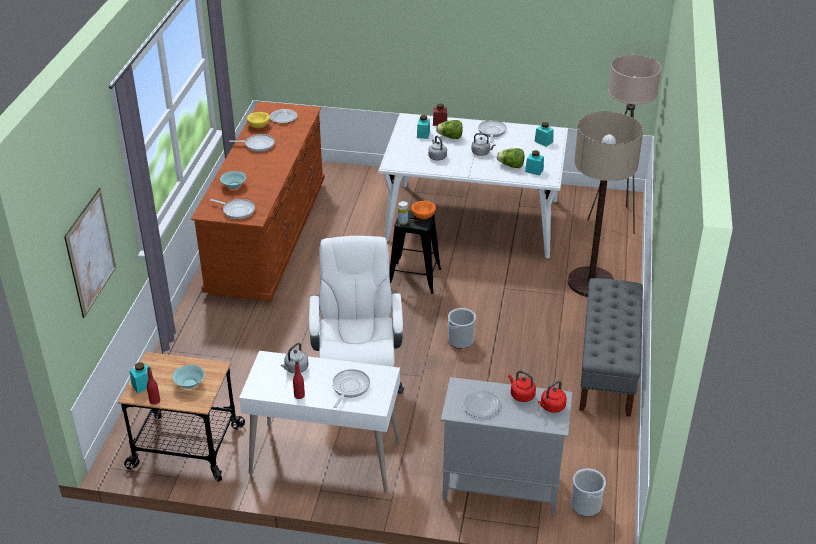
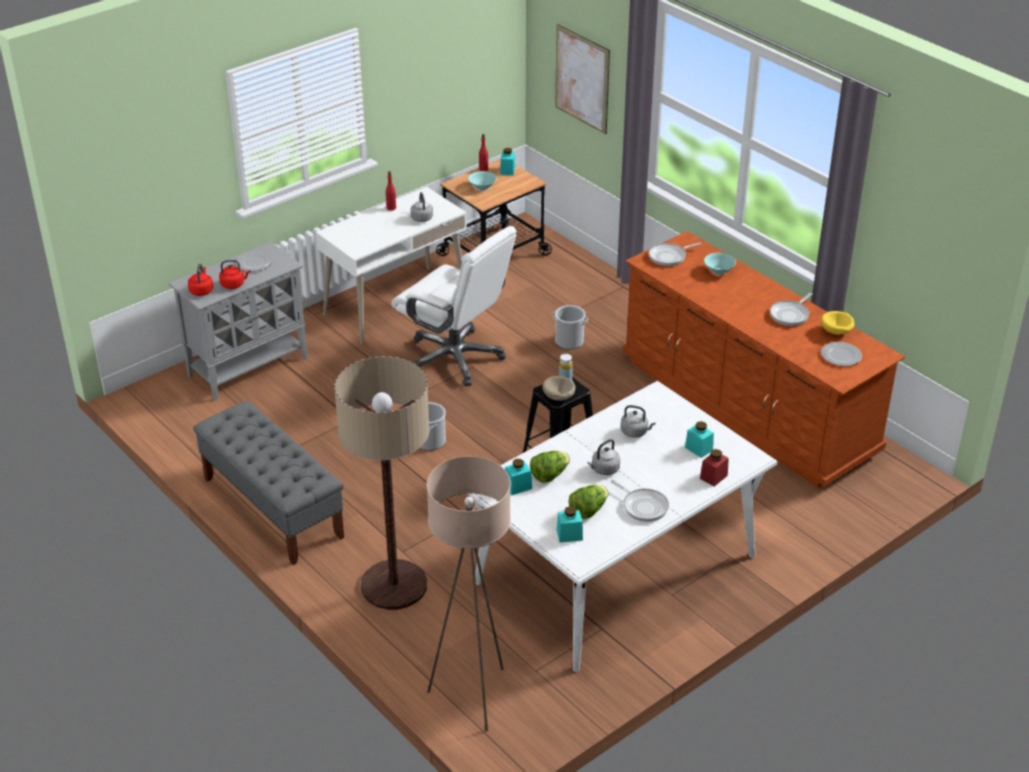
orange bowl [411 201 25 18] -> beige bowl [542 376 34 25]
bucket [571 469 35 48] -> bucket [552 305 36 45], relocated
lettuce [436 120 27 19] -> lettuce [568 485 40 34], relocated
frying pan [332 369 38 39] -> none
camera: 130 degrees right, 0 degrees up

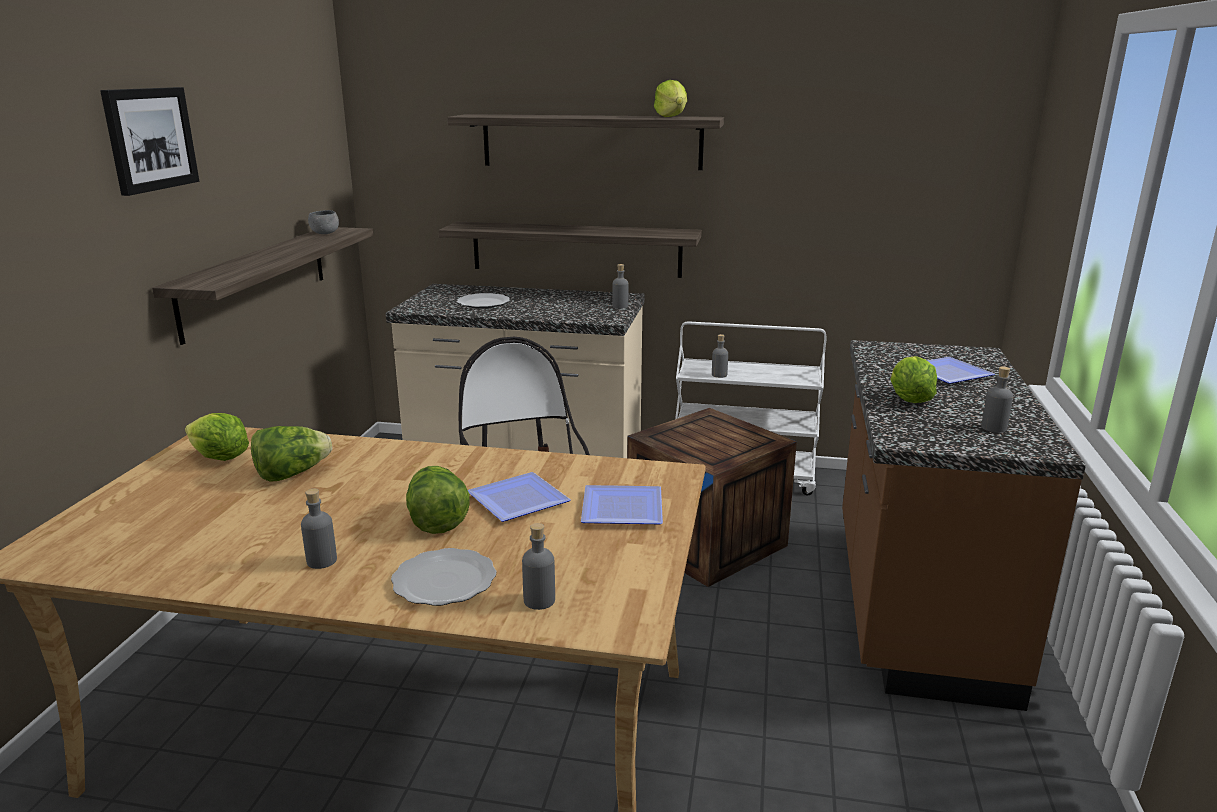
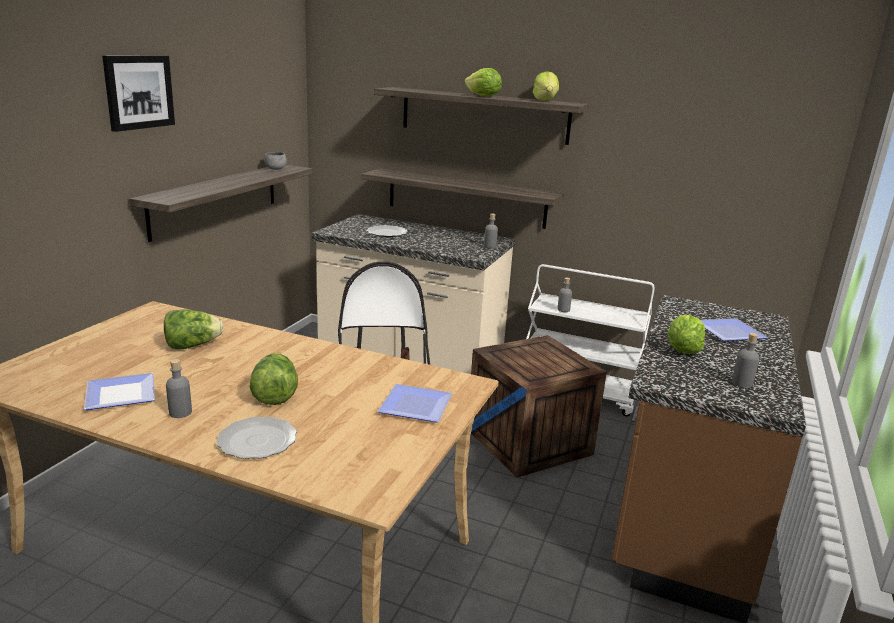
plate [468 472 103 50] -> plate [84 373 71 37], relocated
lettuce [185 413 64 48] -> lettuce [464 68 38 28], relocated
grey bottle [522 523 33 87] -> none
camera: 10 degrees right, 0 degrees up

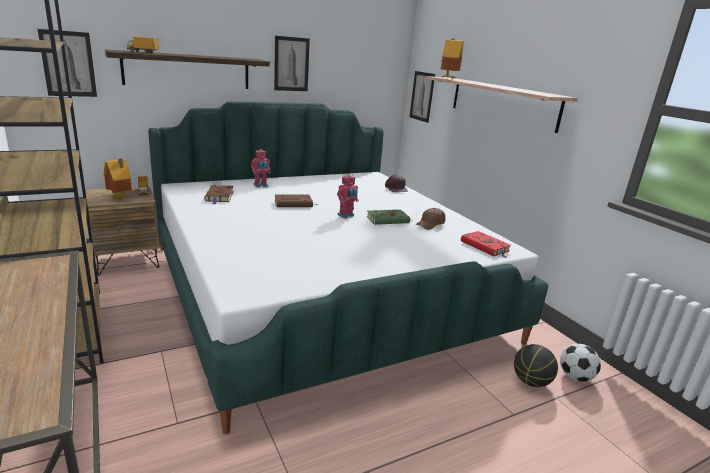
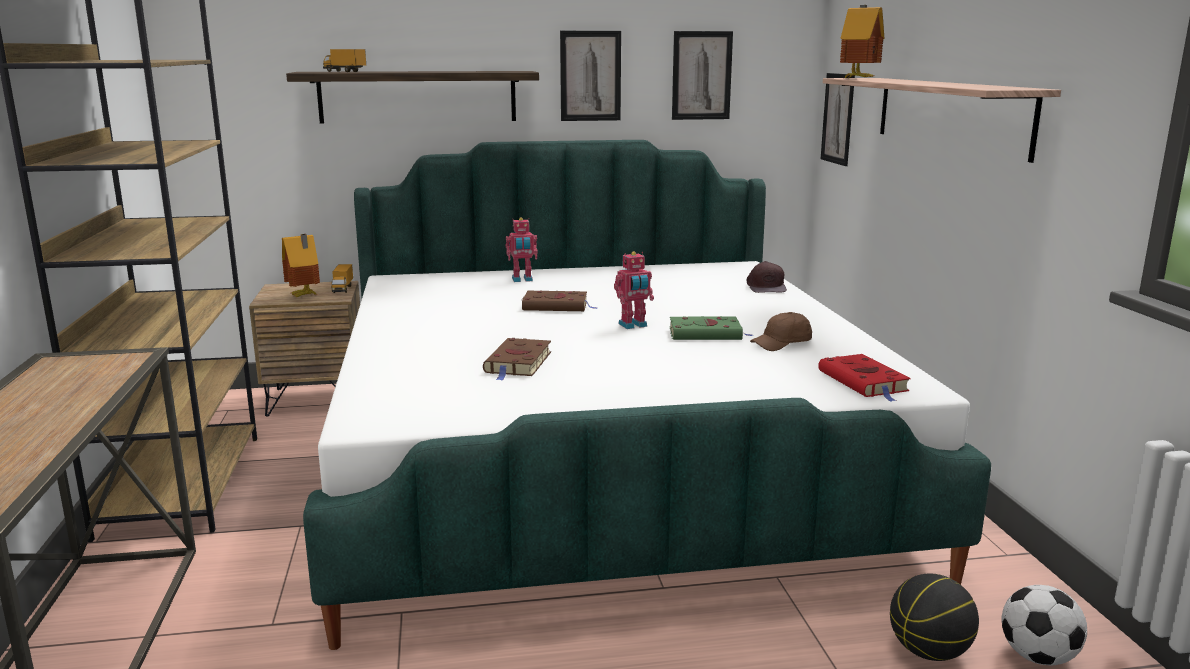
brown book [204 185 30 20] -> brown book [483 338 68 43], relocated
picture [38 29 59 68] -> picture [672 31 61 89], relocated
camera: 20 degrees right, 5 degrees down

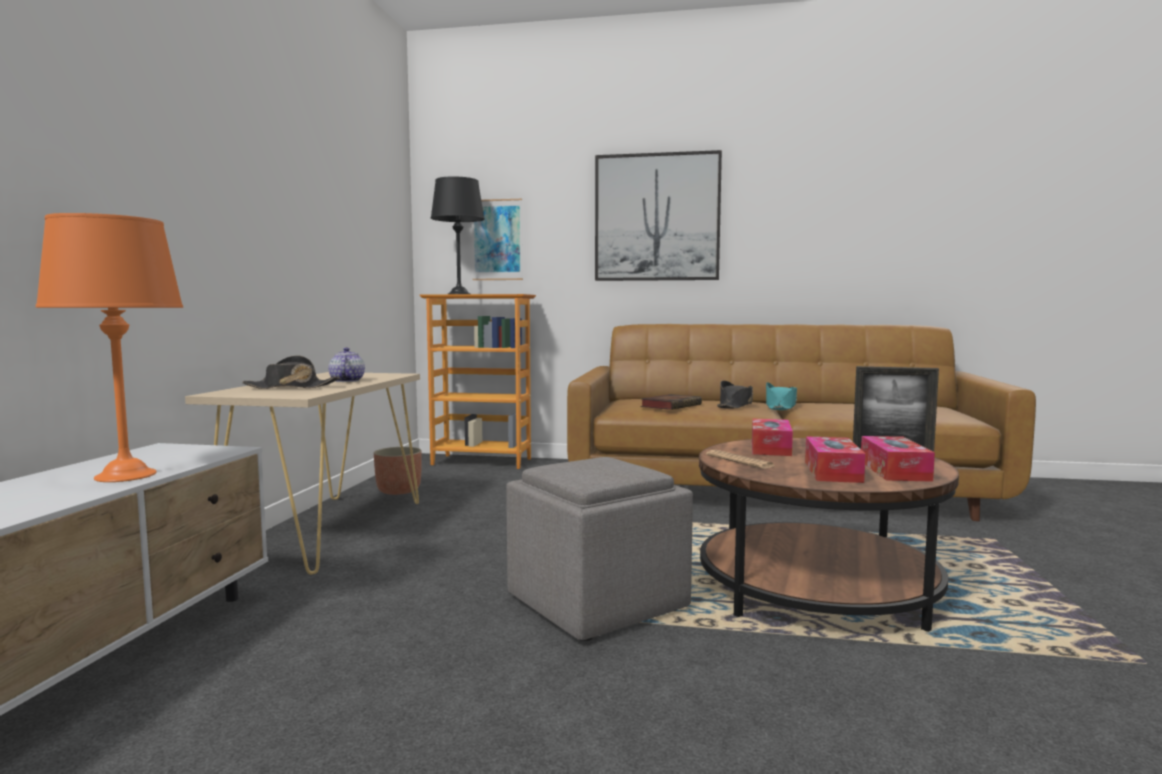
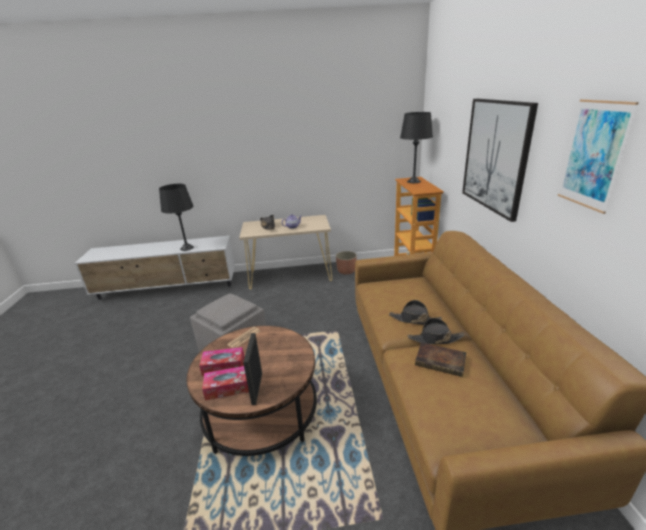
orange table lamp [36 213 147 269] -> black table lamp [159 184 35 67]
turquoise hat [766 382 31 28] -> black hat [408 318 57 26]
book [640 394 62 16] -> book [415 342 51 35], relocated
picture [472 199 51 81] -> picture [558 99 81 115], relocated
tissue box [752 418 41 38] -> none
camera: 75 degrees right, 20 degrees up

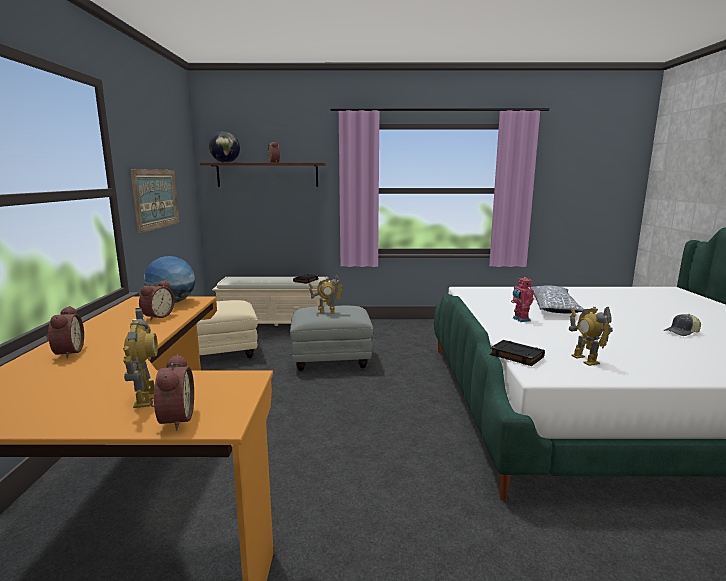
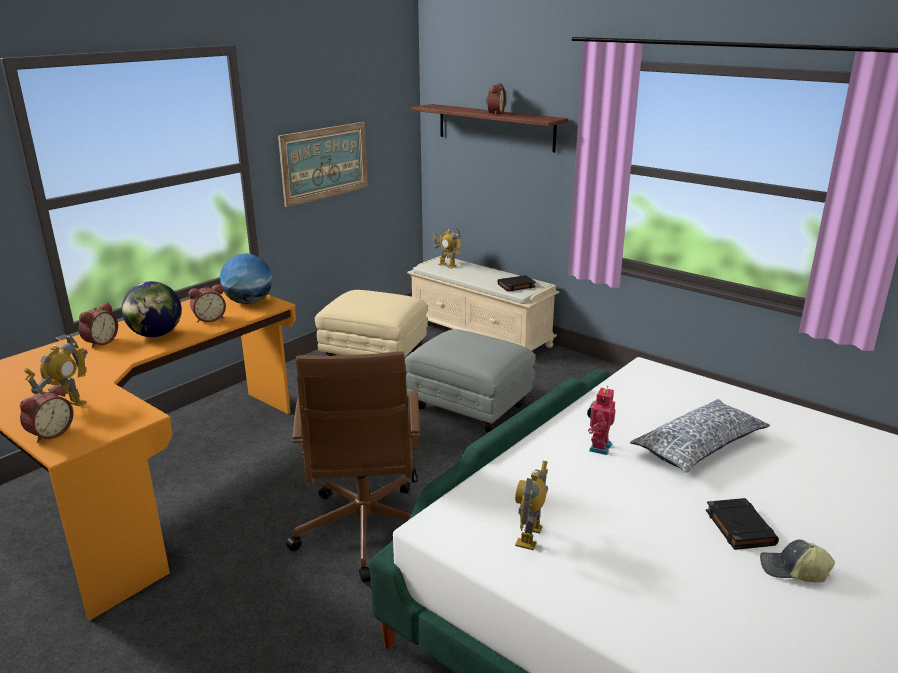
globe [209 132 31 31] -> globe [122 281 60 56], relocated
none -> brown office chair [286 351 134 232]
toy robot [308 275 36 39] -> toy robot [433 228 30 41], relocated
black book [490 340 55 26] -> black book [706 498 73 52], relocated
camera: 40 degrees right, 10 degrees up

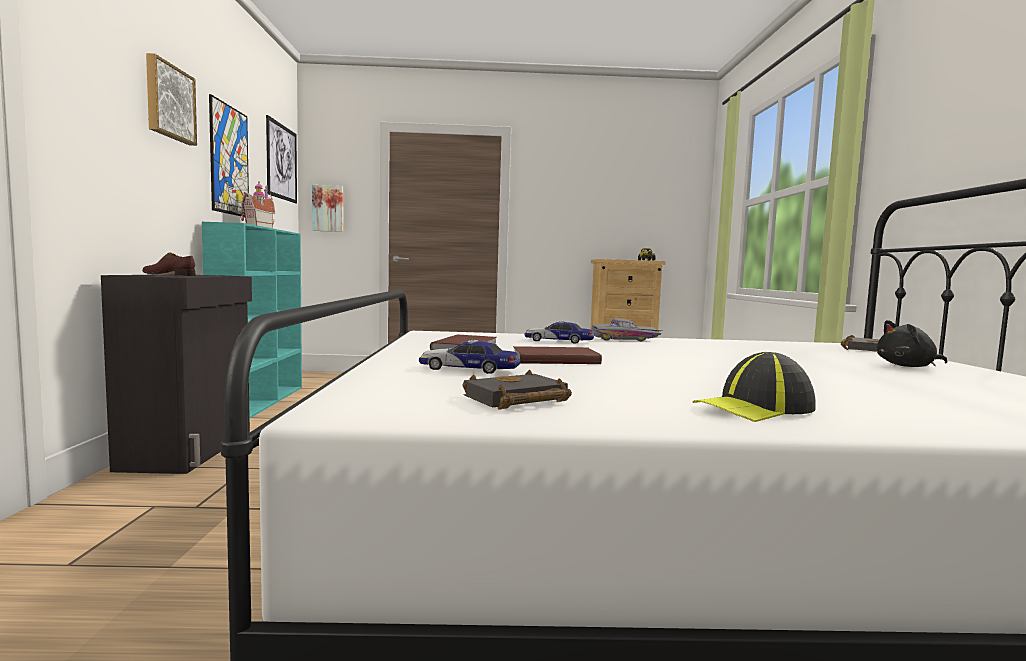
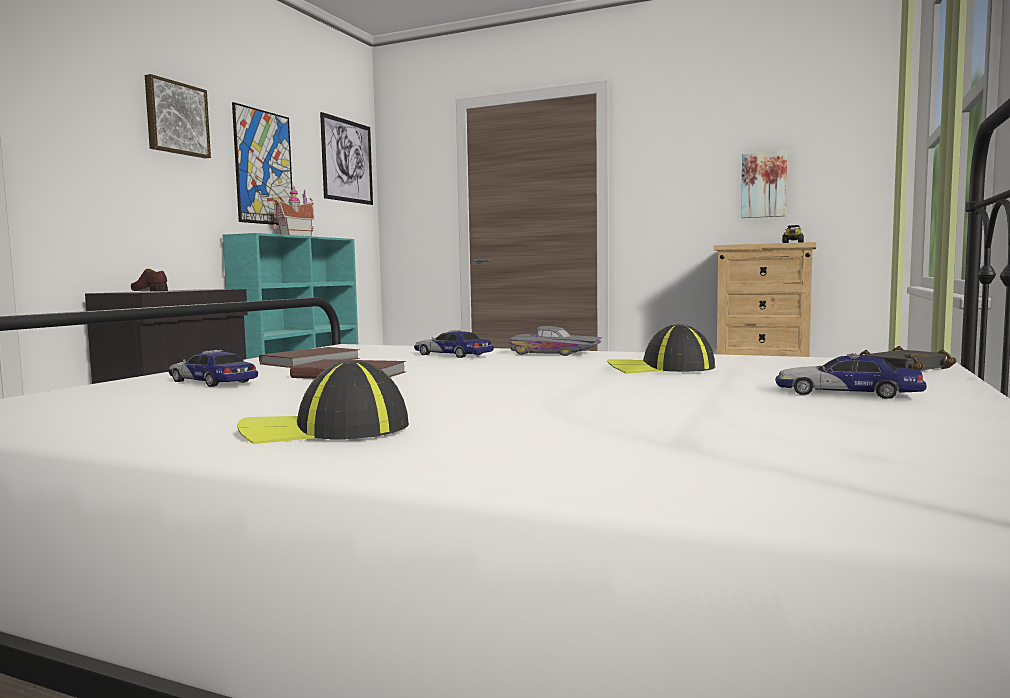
none -> cap [607 324 108 50]
picture [312 185 31 47] -> picture [741 150 46 68], relocated
black plush toy [877 320 70 47] -> toy car [775 353 152 46]
black book [463 370 109 40] -> none
camera: 25 degrees right, 0 degrees up

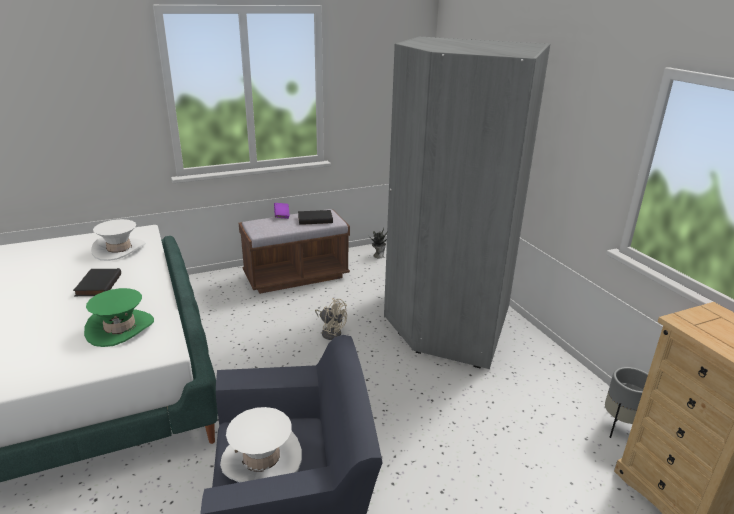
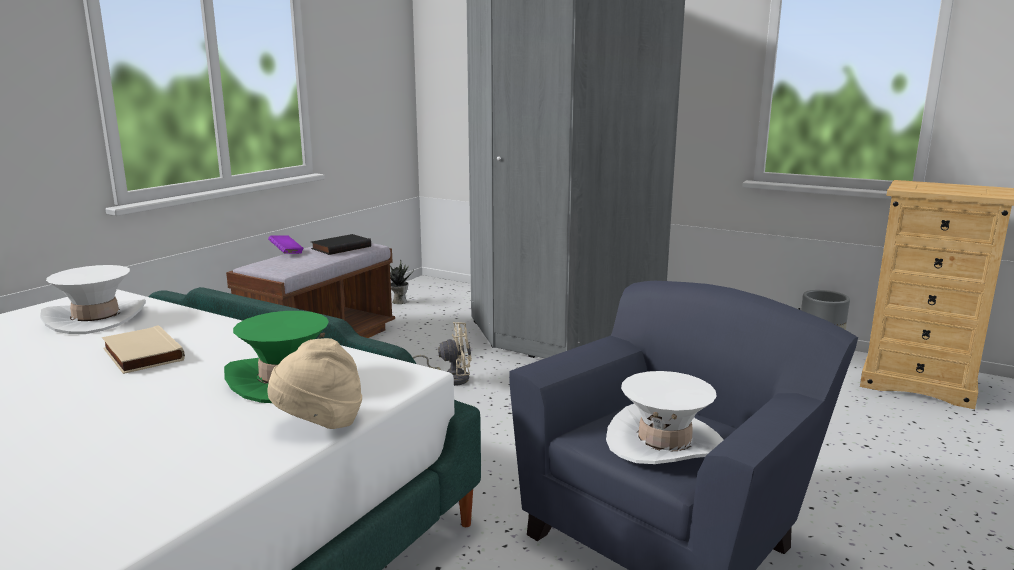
black book [73 268 48 28] -> beige book [102 325 83 49]
none -> beige hat [267 338 95 91]
camera: 35 degrees left, 10 degrees down

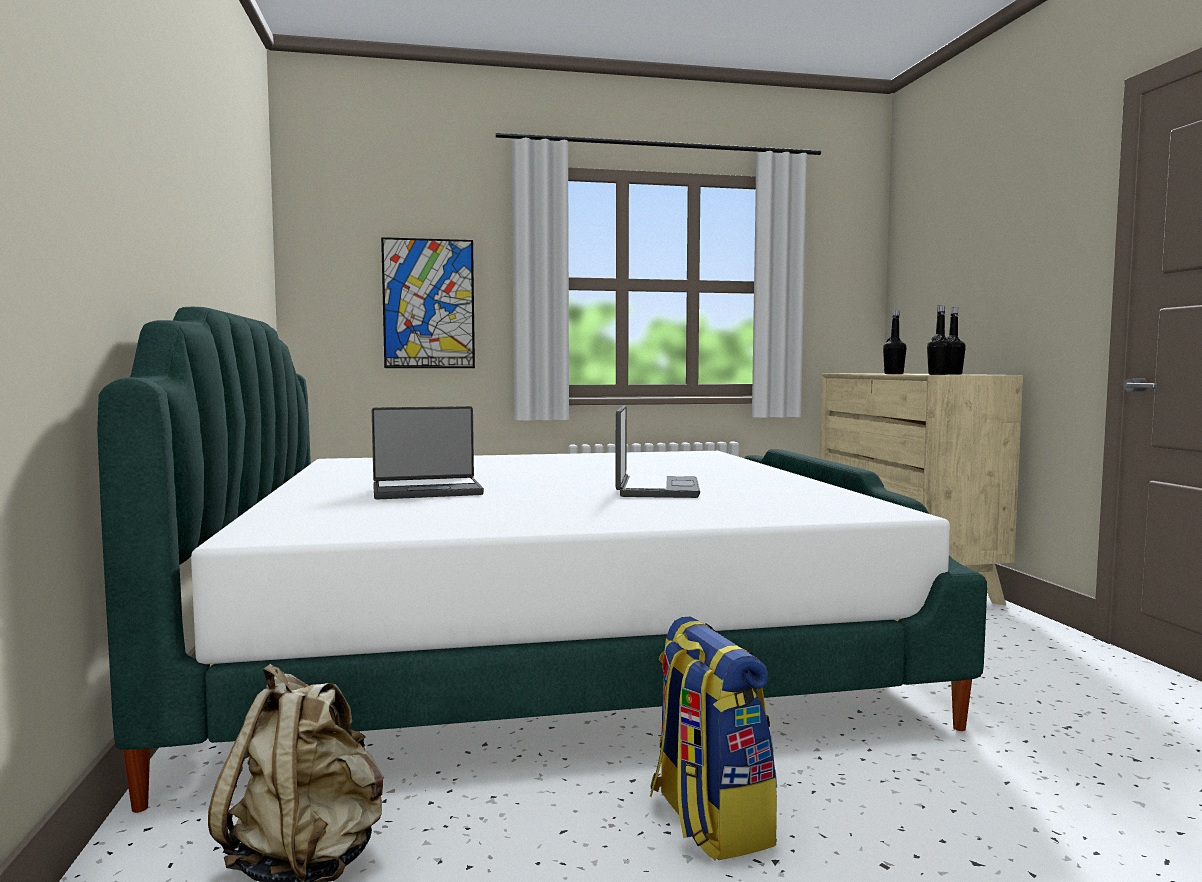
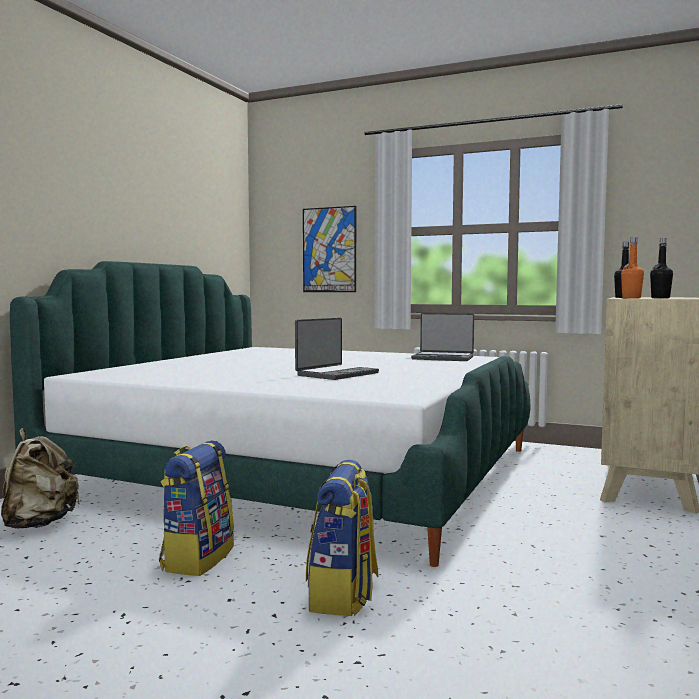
none -> backpack [306 460 73 156]
laptop [372 406 112 94] -> laptop [411 313 63 48], relocated
black bottle [927 305 26 70] -> orange bottle [621 237 23 62]
camera: 35 degrees right, 0 degrees up

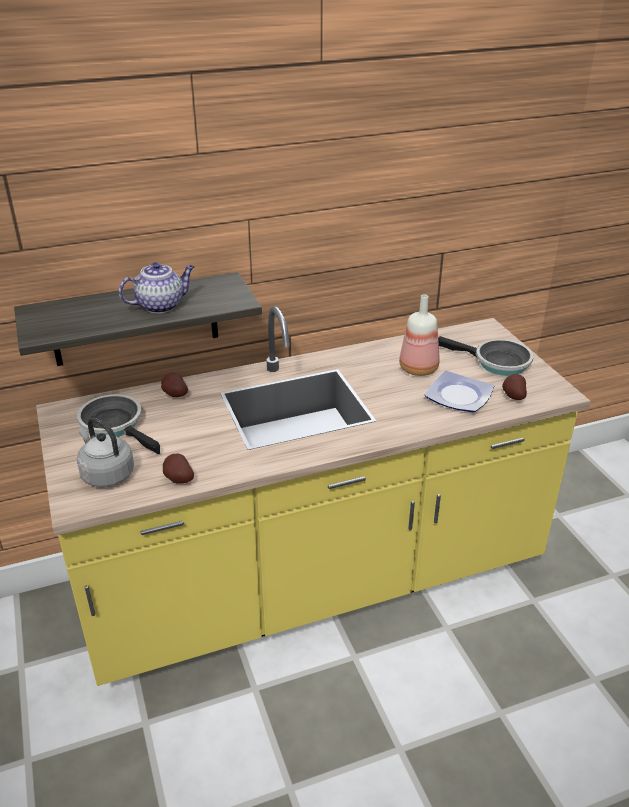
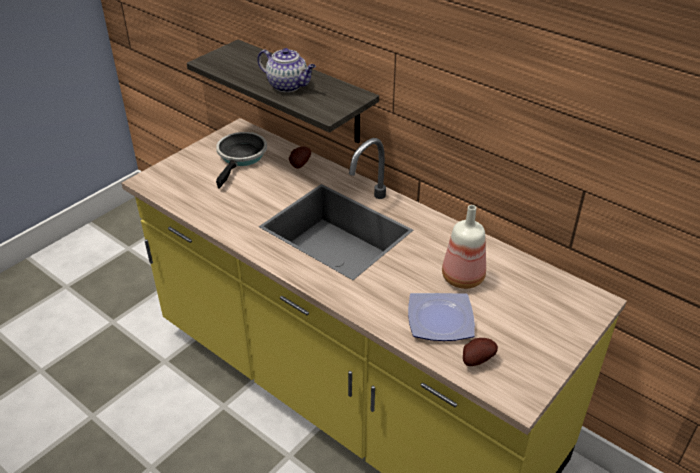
grey kettle [77 417 57 70] -> none
potato [163 454 31 30] -> none
frying pan [438 336 95 40] -> none
camera: 60 degrees right, 5 degrees up

